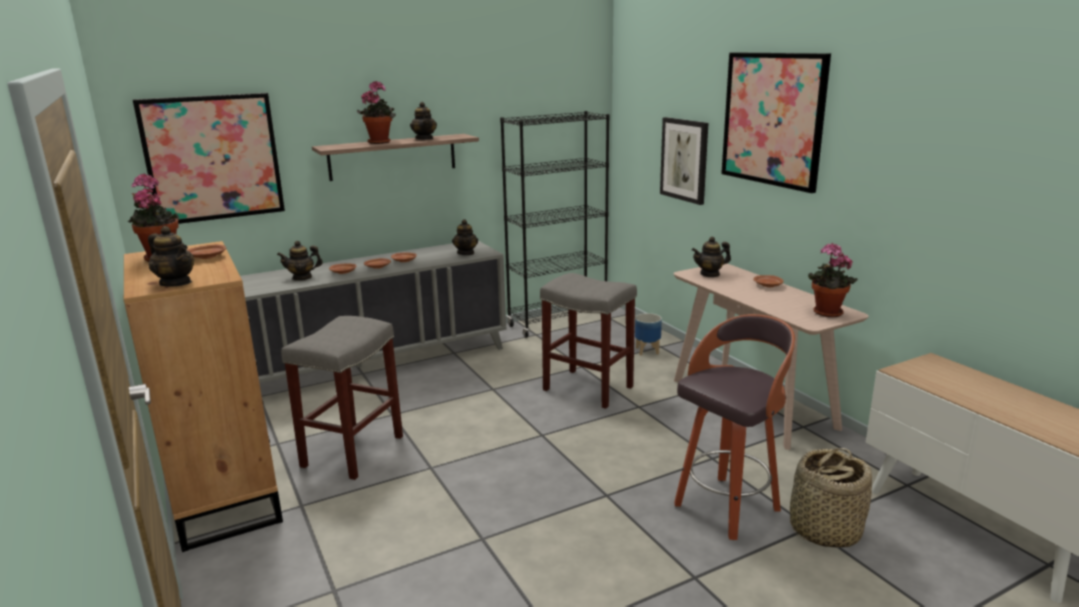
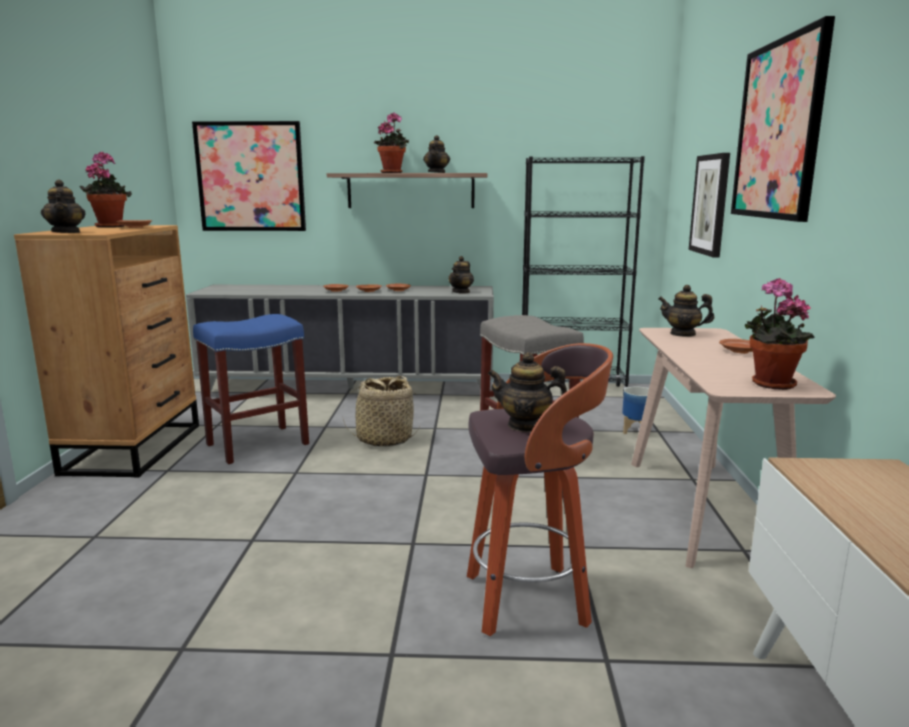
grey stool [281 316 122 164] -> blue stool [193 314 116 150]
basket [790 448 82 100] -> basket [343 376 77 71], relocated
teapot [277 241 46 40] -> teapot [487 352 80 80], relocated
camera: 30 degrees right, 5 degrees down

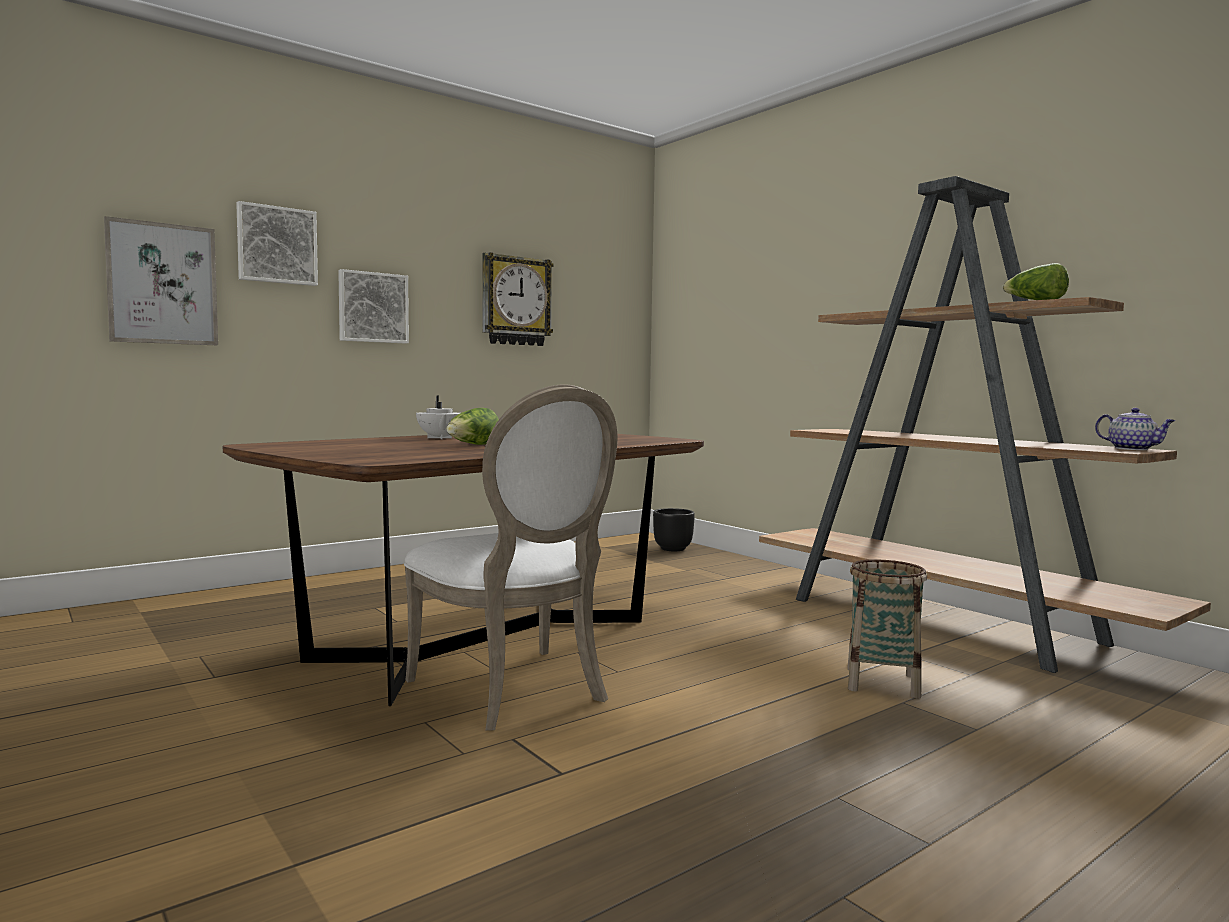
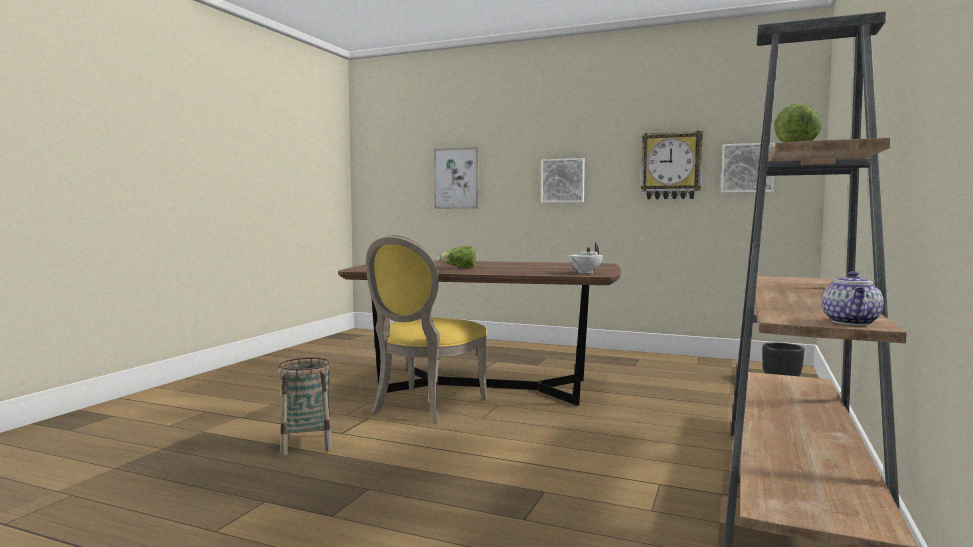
basket [847 559 80 140] -> basket [277 357 55 98], relocated
white chair [404 385 214 346] -> yellow chair [366 235 122 188]
white teapot [416 395 44 44] -> white teapot [569 243 34 31], relocated
picture [236 201 82 85] -> picture [721 142 54 51], relocated
camera: 60 degrees right, 0 degrees up

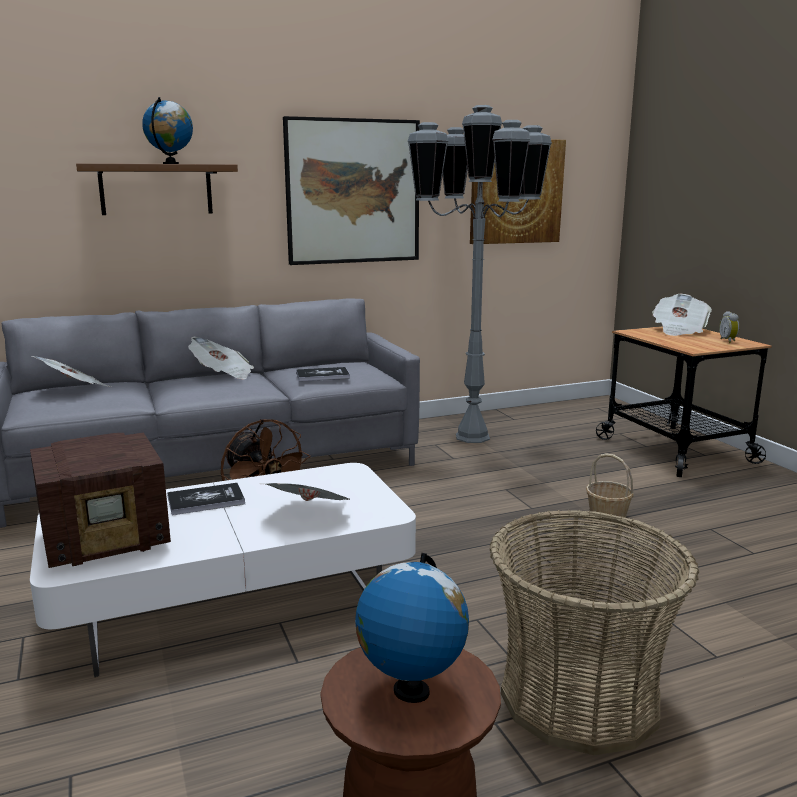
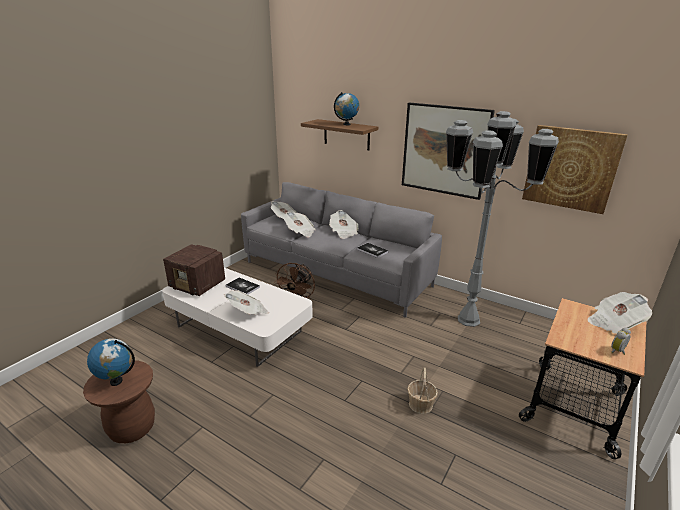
none -> newspaper [284 212 32 25]
basket [490 509 209 246] -> none
camera: 55 degrees right, 10 degrees up

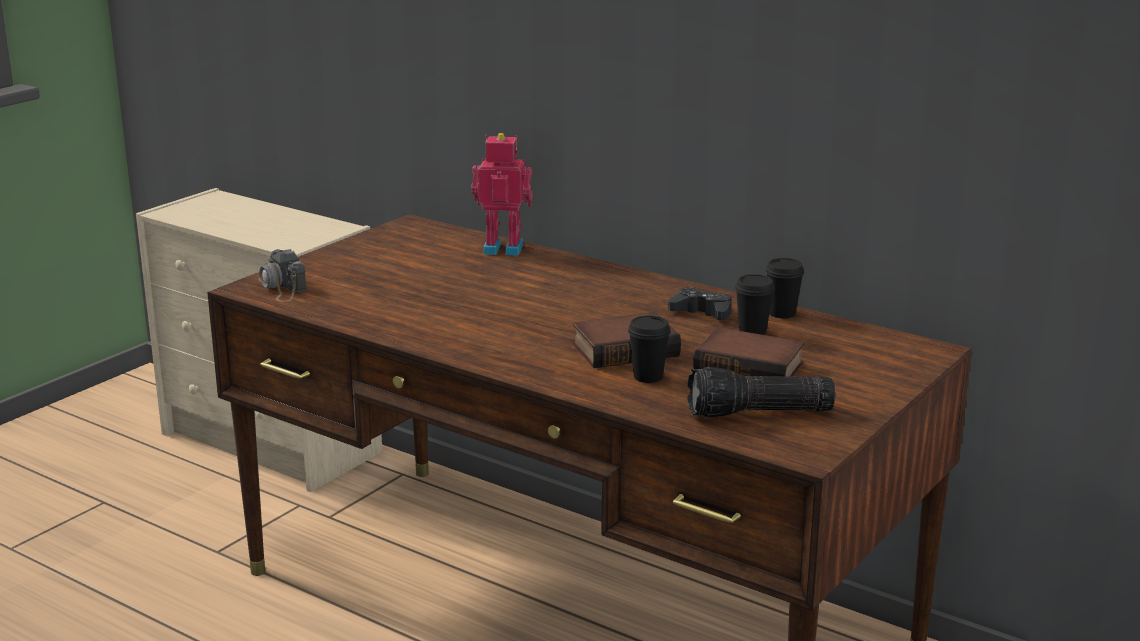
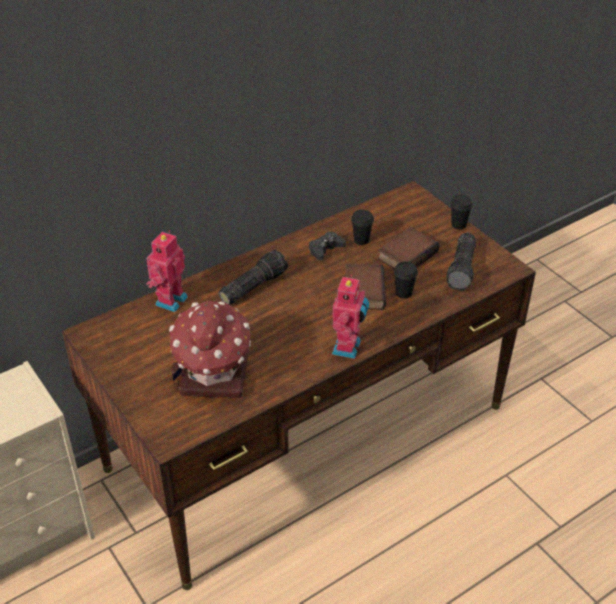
none -> toy house [169 300 82 98]
none -> flashlight [219 250 69 55]
none -> toy robot [332 275 37 84]
black cup [765 258 39 60] -> black cup [450 195 23 35], relocated
photo camera [258 249 49 53] -> none
camera: 70 degrees left, 20 degrees up

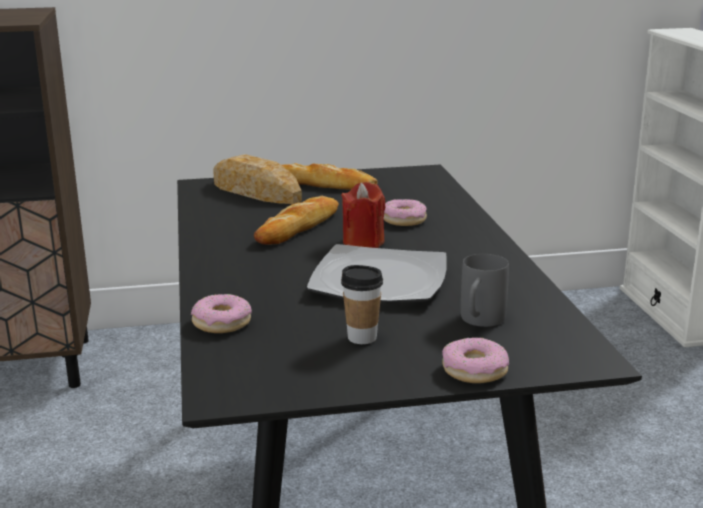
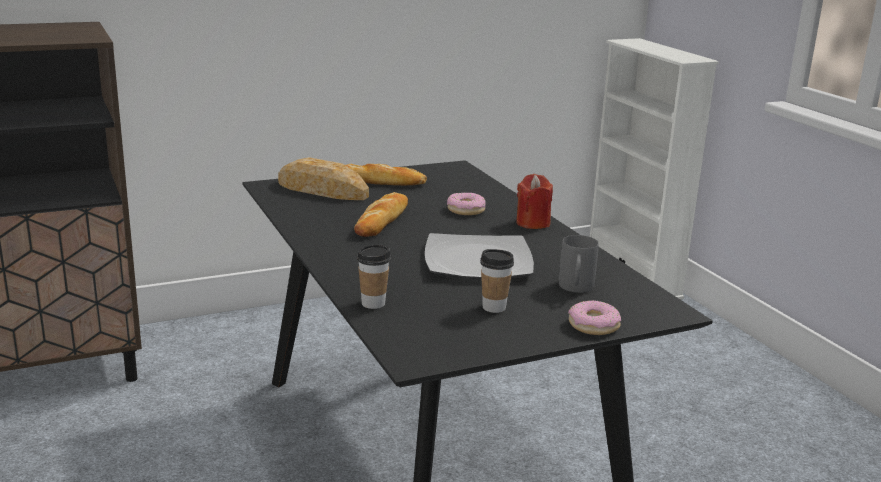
donut [191 294 61 39] -> cup [357 244 34 65]
red candle [341 182 44 66] -> red candle [516 174 37 55], relocated
camera: 15 degrees left, 0 degrees up

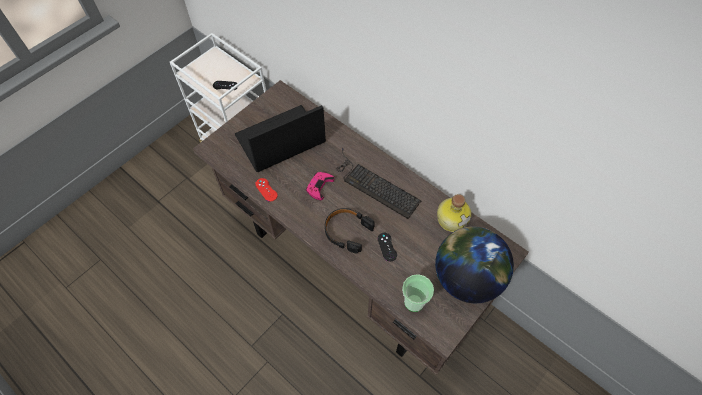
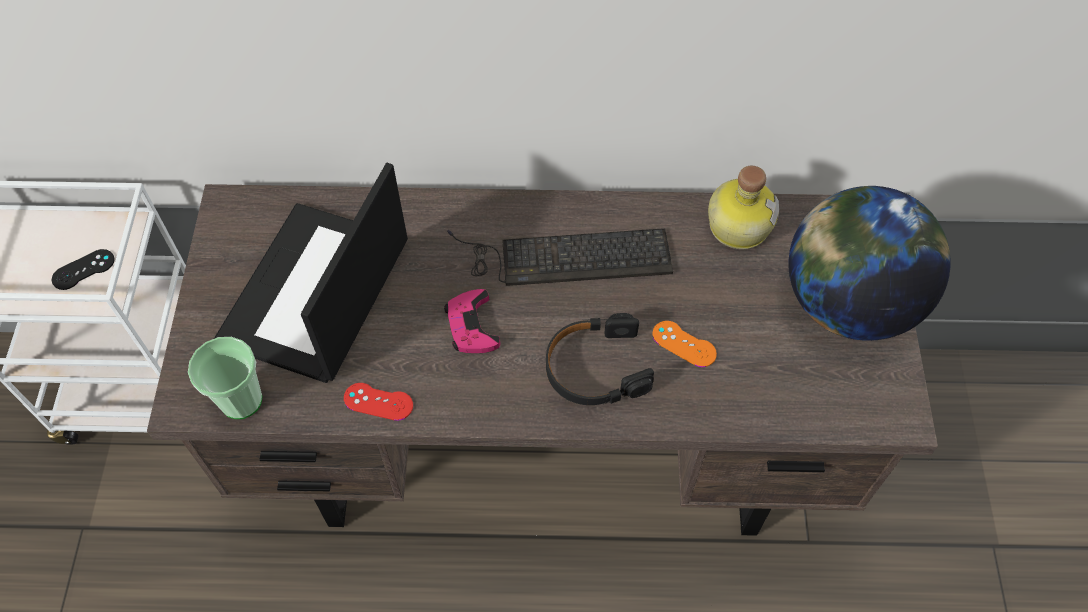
cup [402 274 32 38] -> cup [188 337 74 82], relocated
black game controller [378 233 19 28] -> orange game controller [652 321 65 46]
camera: 40 degrees left, 0 degrees up

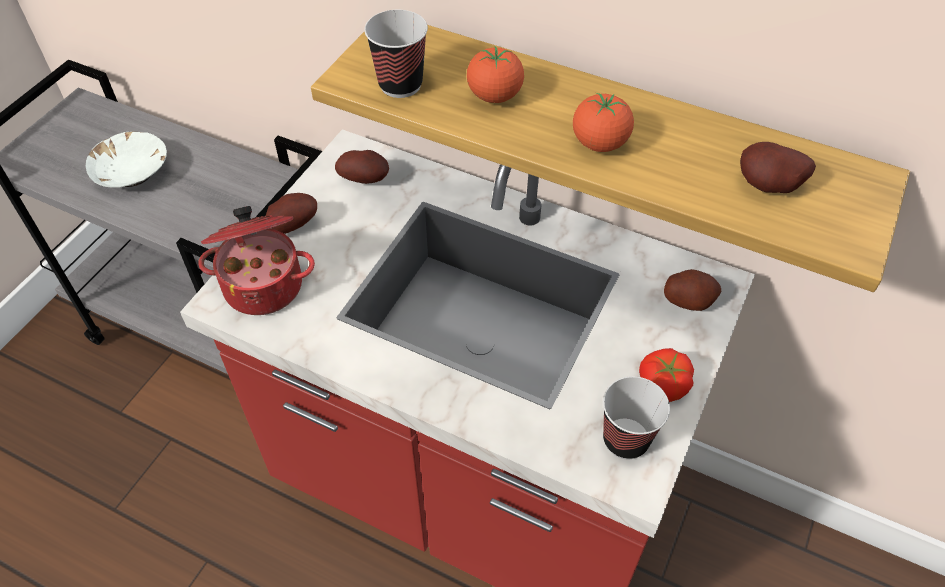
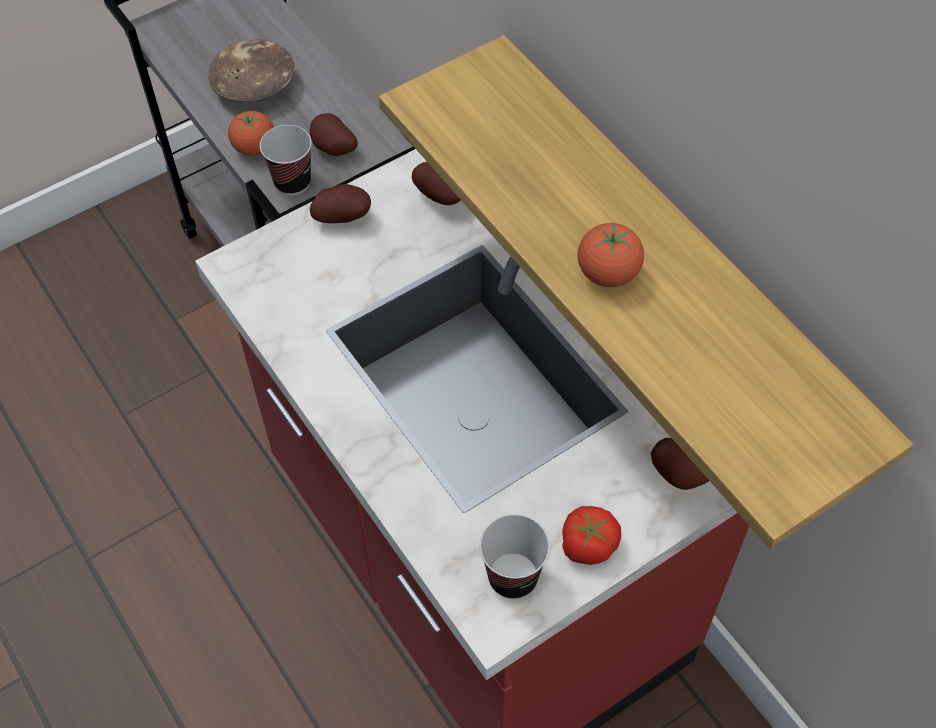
white bowl [86 131 81 57] -> brown bowl [208 39 87 63]
tomato [467 46 57 57] -> tomato [228 111 46 45], relocated
cup [364 10 64 88] -> cup [260 125 52 70], relocated
potato [740 142 76 51] -> potato [310 113 48 43], relocated
cooking pot [199 206 116 109] -> none
camera: 30 degrees right, 5 degrees up

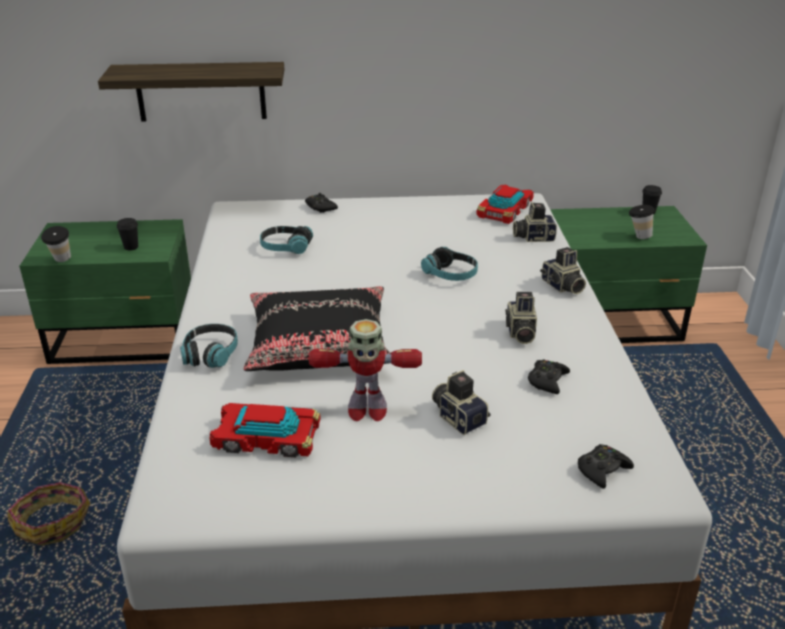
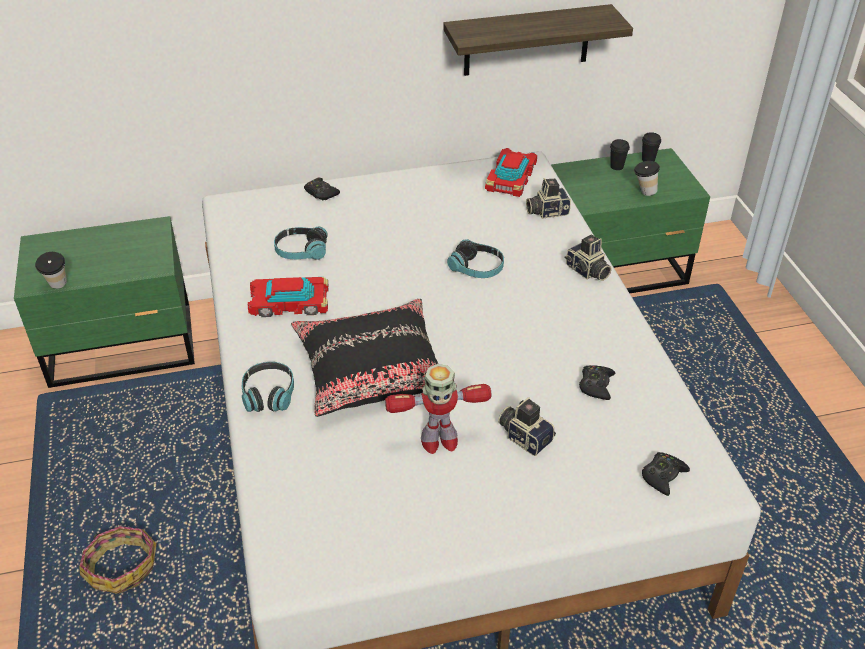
toy car [209 403 112 54] -> toy car [248 277 80 40], relocated
shelf [98 62 187 60] -> shelf [443 4 190 72], relocated
black cup [117 218 21 32] -> black cup [610 139 20 31], relocated
photo camera [505 292 32 52] -> none
camera: 10 degrees left, 10 degrees up

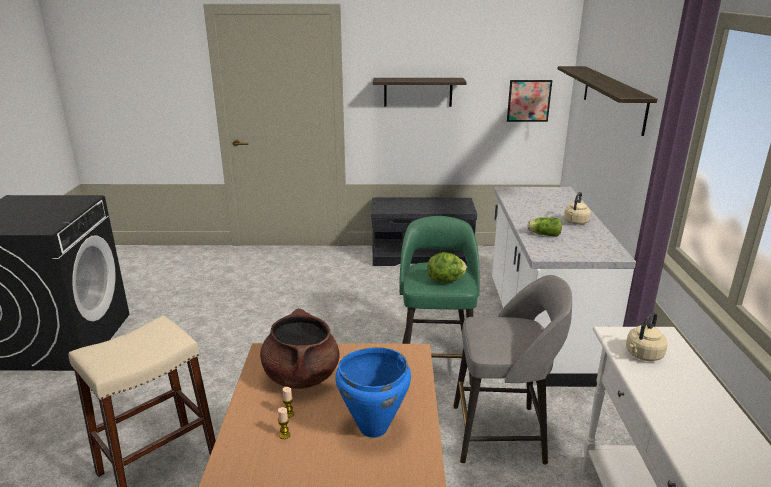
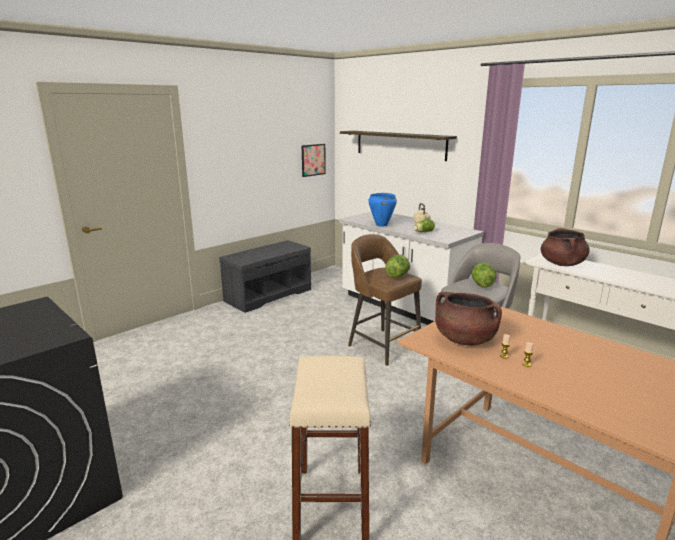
green stool [399 216 81 170] -> brown stool [348 234 74 132]
blue cooking pot [335 347 76 91] -> blue cooking pot [368 193 29 34], relocated
none -> lettuce [471 262 26 26]
beige kettle [626 312 42 49] -> brown cooking pot [541 228 49 38]
shelf [373 78 94 29] -> none
camera: 45 degrees left, 5 degrees down

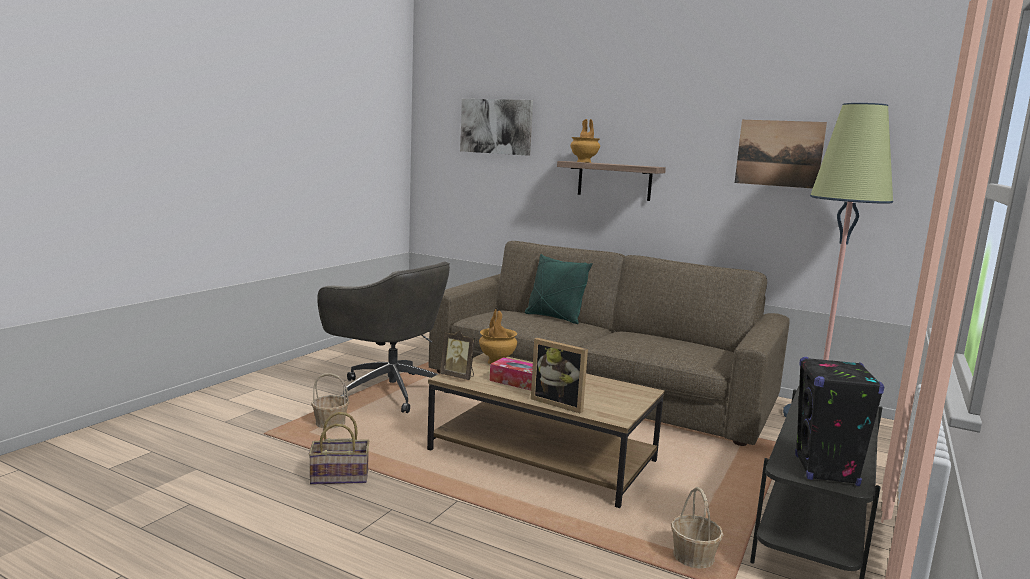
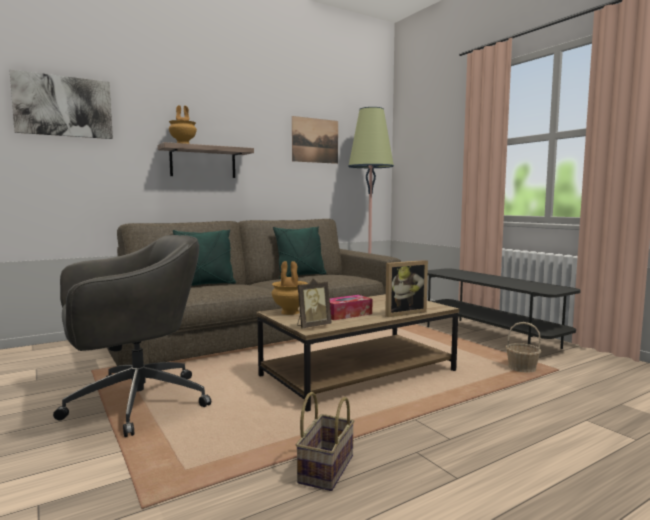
none -> green pillow [273 227 54 52]
basket [311 373 38 56] -> none
black speaker [795 357 89 129] -> none
camera: 60 degrees left, 5 degrees down

